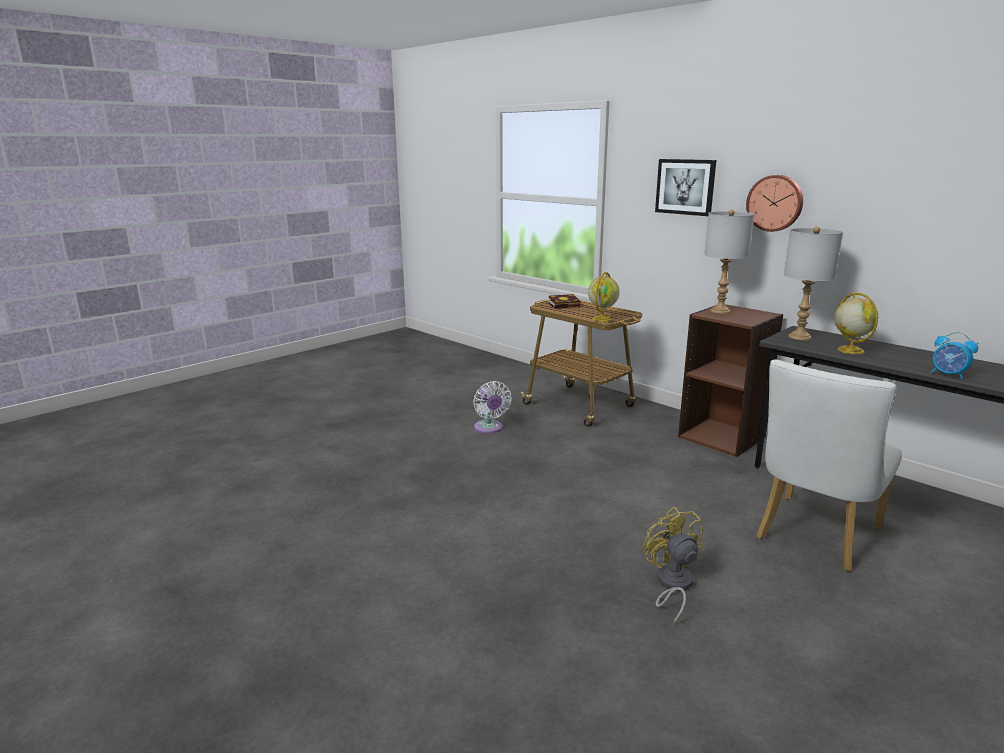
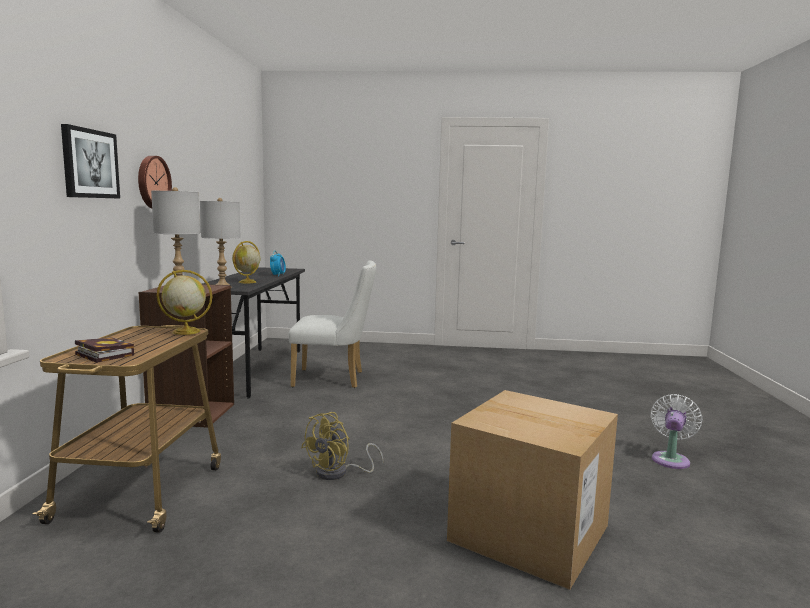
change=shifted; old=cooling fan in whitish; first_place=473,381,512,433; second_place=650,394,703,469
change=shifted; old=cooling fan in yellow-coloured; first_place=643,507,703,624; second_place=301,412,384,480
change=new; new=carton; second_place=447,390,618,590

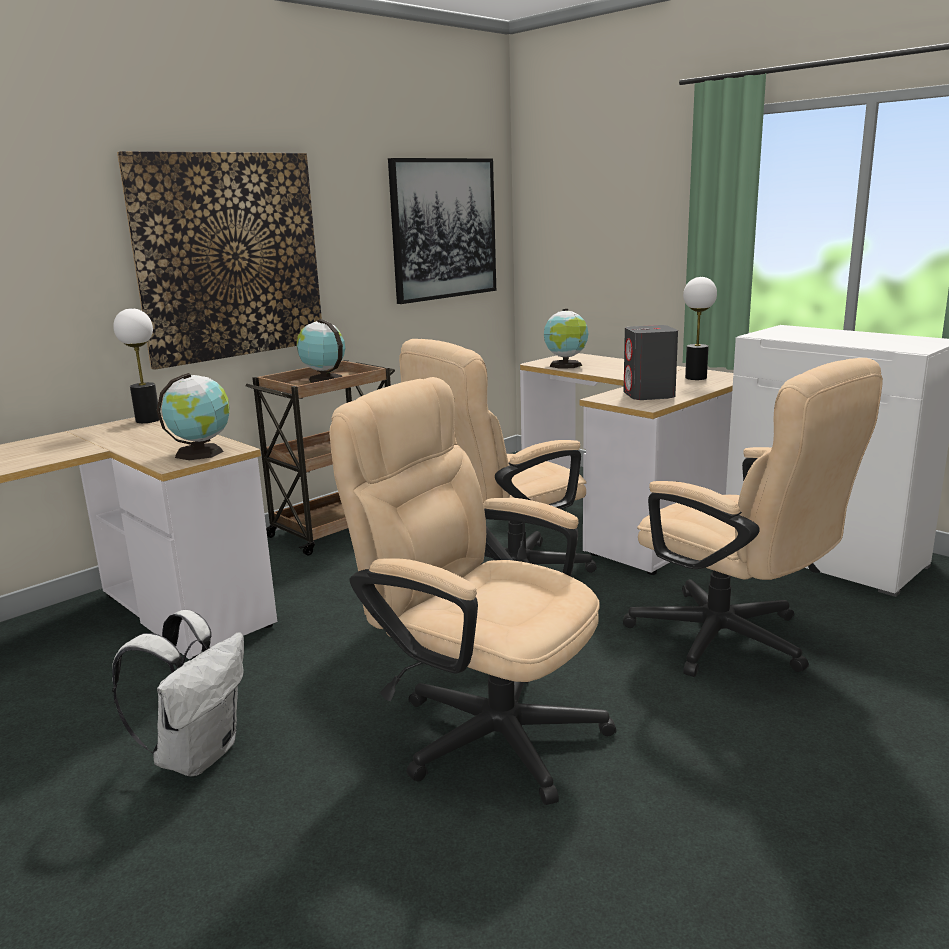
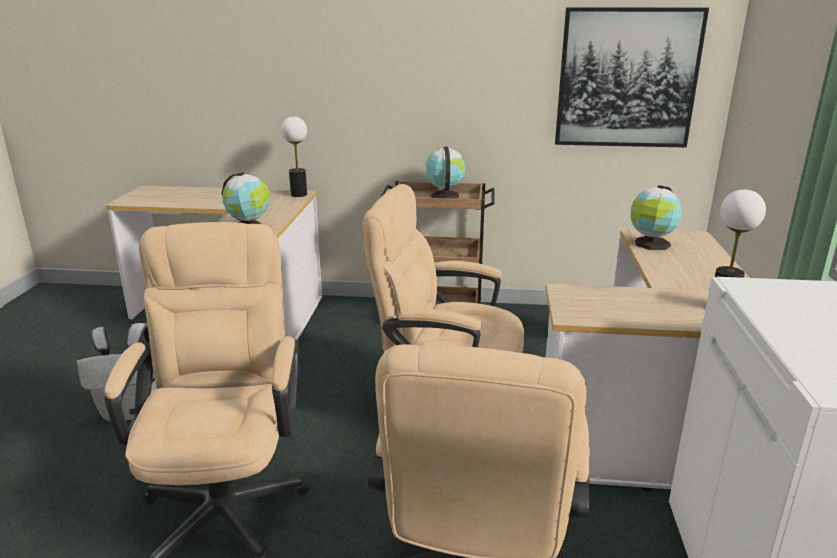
change=gone; old=wall picture; first_place=117,151,322,370
change=gone; old=speaker in grey; first_place=623,325,678,400

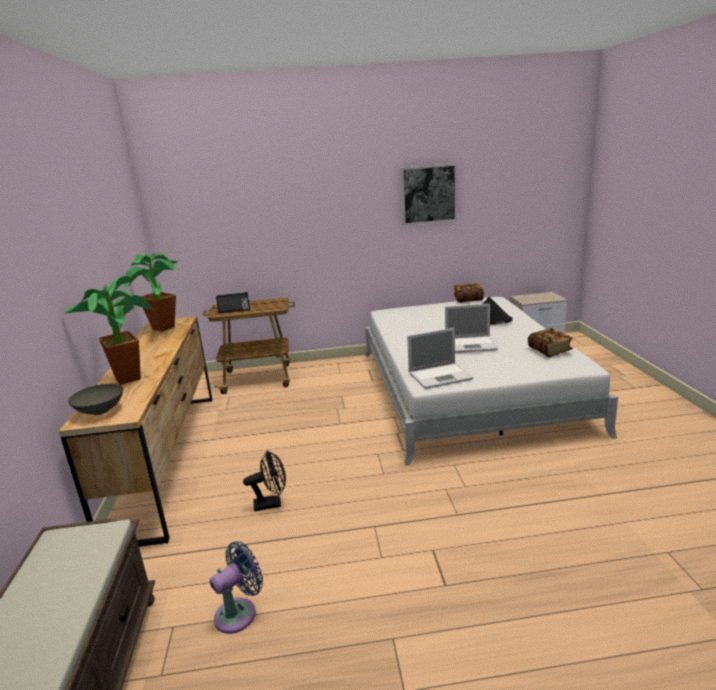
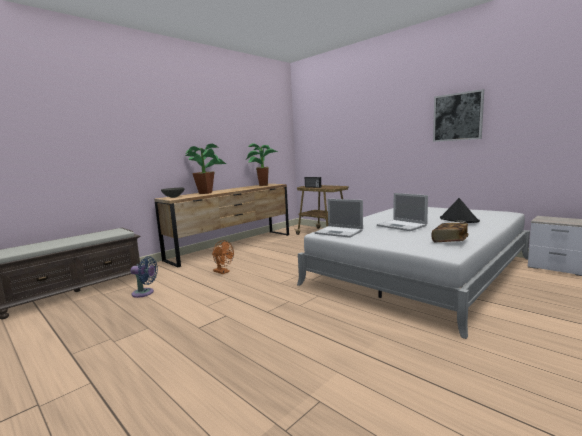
change=repainted; old=cooling fan in blackish; new=cooling fan in orange; first_place=243,451,286,511; second_place=212,240,234,274
change=gone; old=book; first_place=454,284,484,302

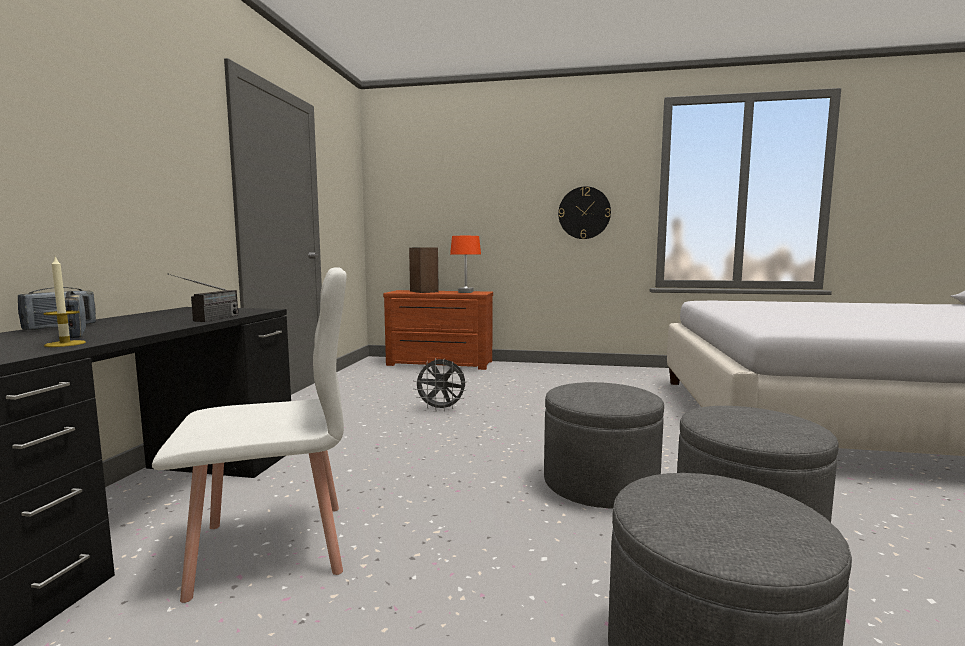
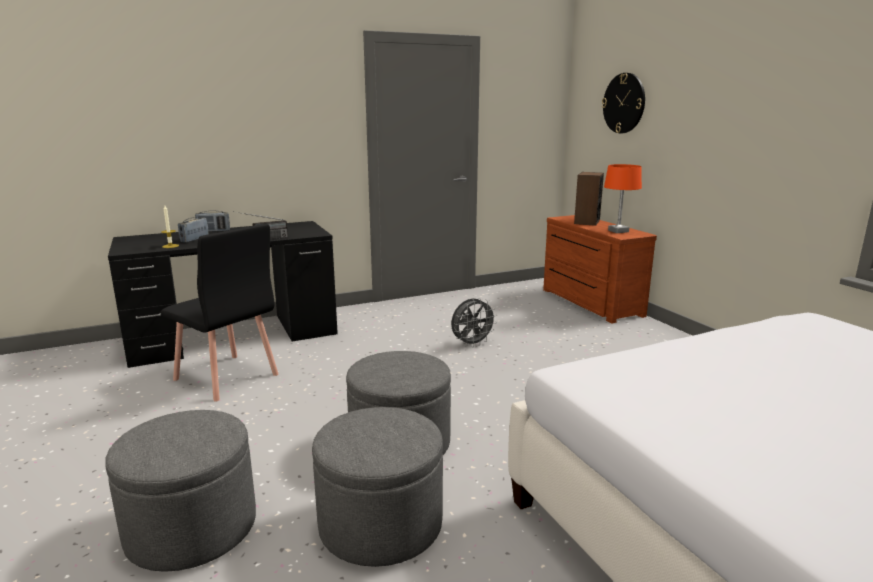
change=repainted; old=chair in whitish; new=chair in blackish; first_place=152,267,347,603; second_place=160,224,279,402
change=rotated; old=cooling fan in grey; first_place=413,358,467,412; second_place=451,298,497,347; degrees=-90
change=shifted; old=hanging clock; first_place=558,186,611,239; second_place=602,73,645,133

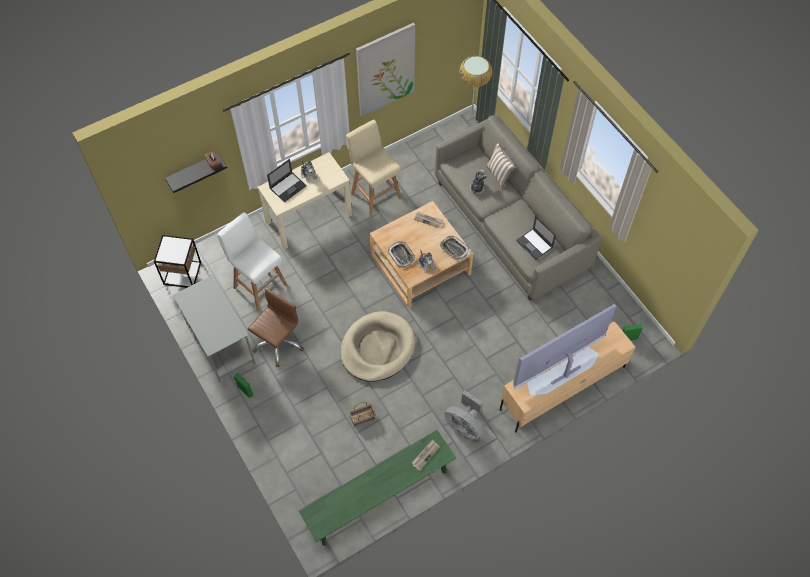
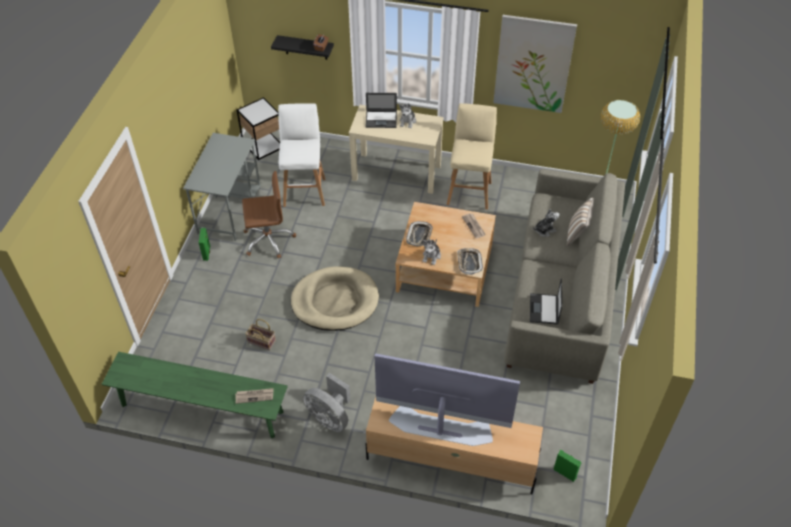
change=rotated; old=cooling fan in grey; first_place=444,391,484,442; second_place=303,373,351,432; degrees=-45

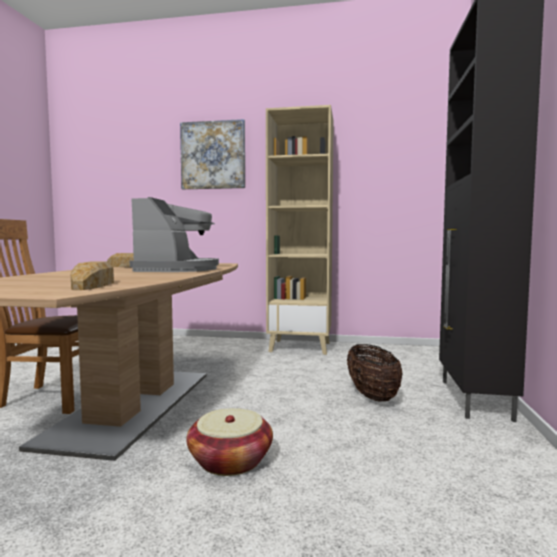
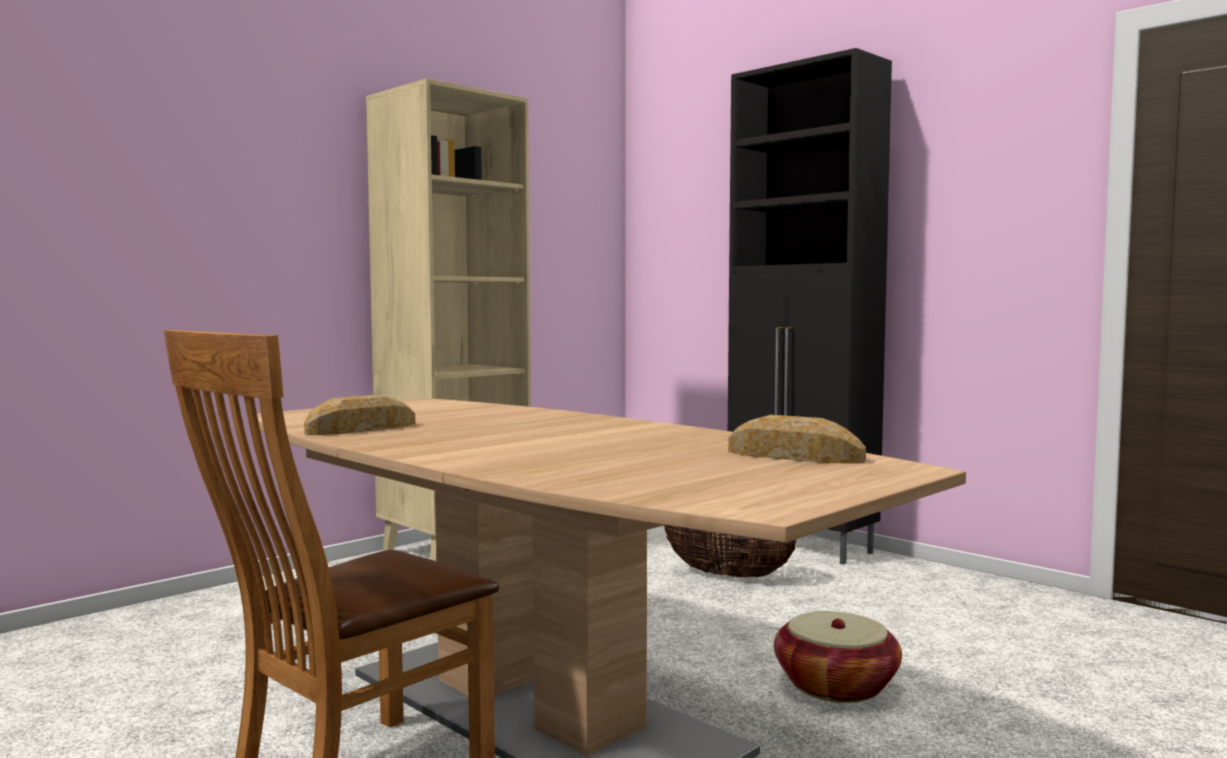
change=gone; old=coffee machine; first_place=130,197,219,272
change=gone; old=wall picture; first_place=180,119,245,189

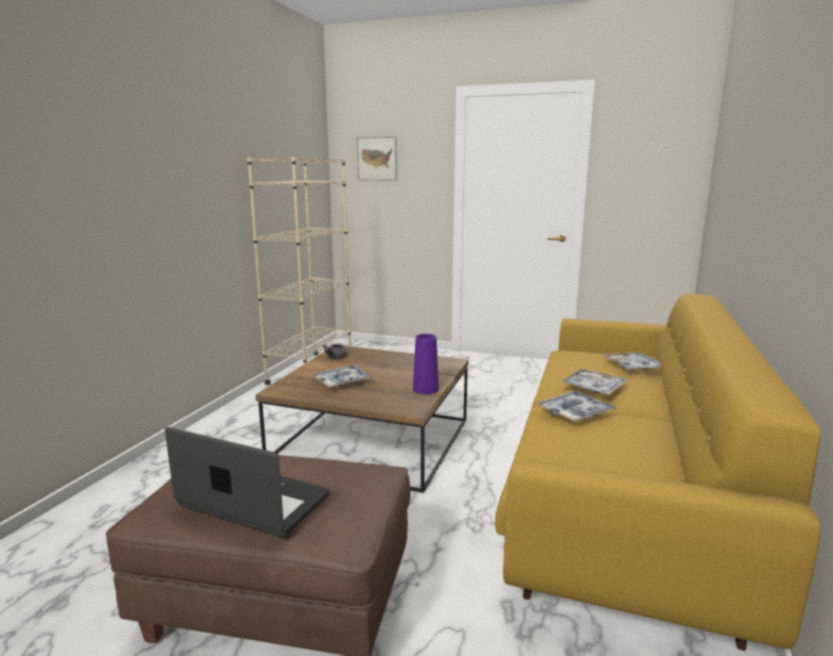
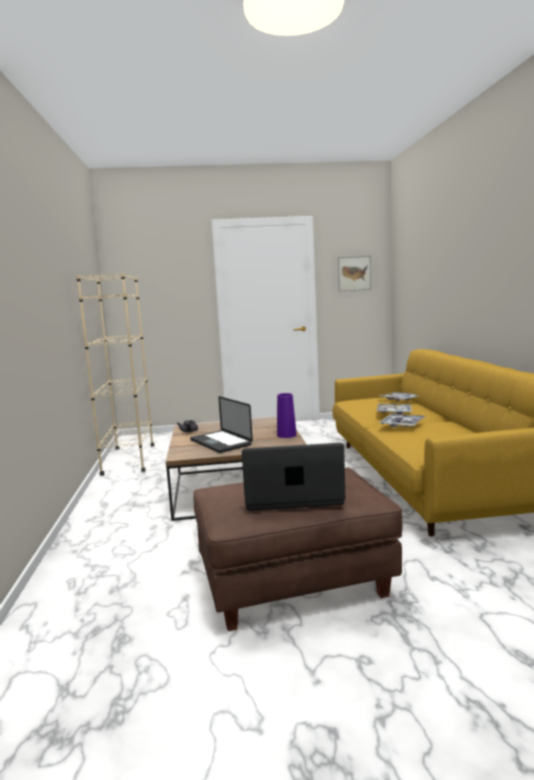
change=swapped; old=serving tray; new=laptop; first_place=311,365,373,388; second_place=190,396,253,453
change=shifted; old=wall picture; first_place=356,136,397,181; second_place=338,256,371,292

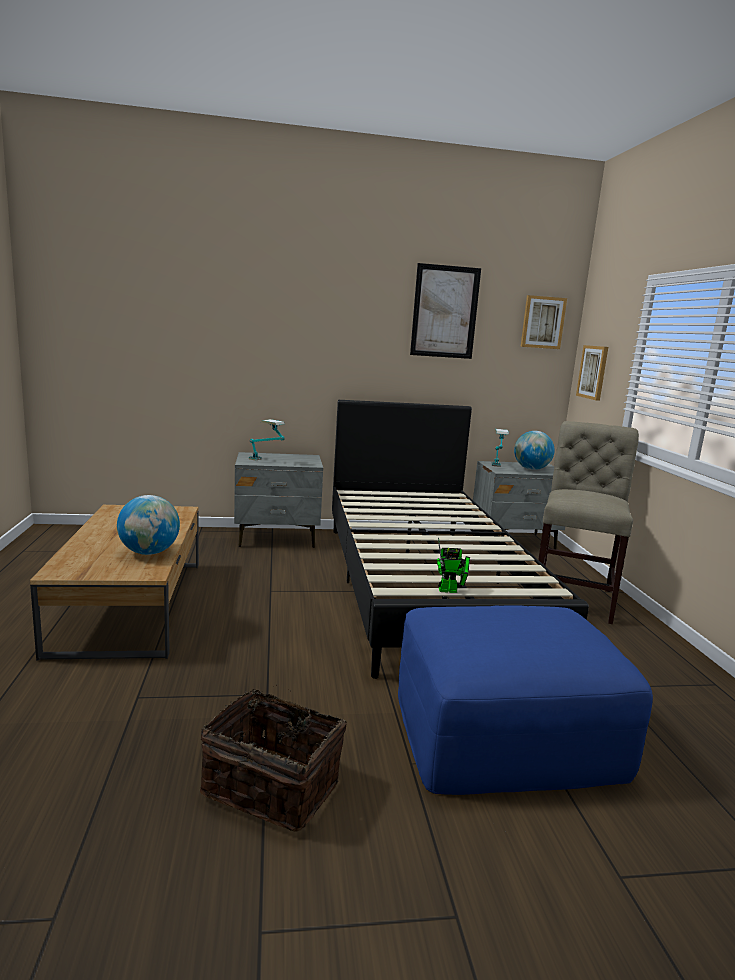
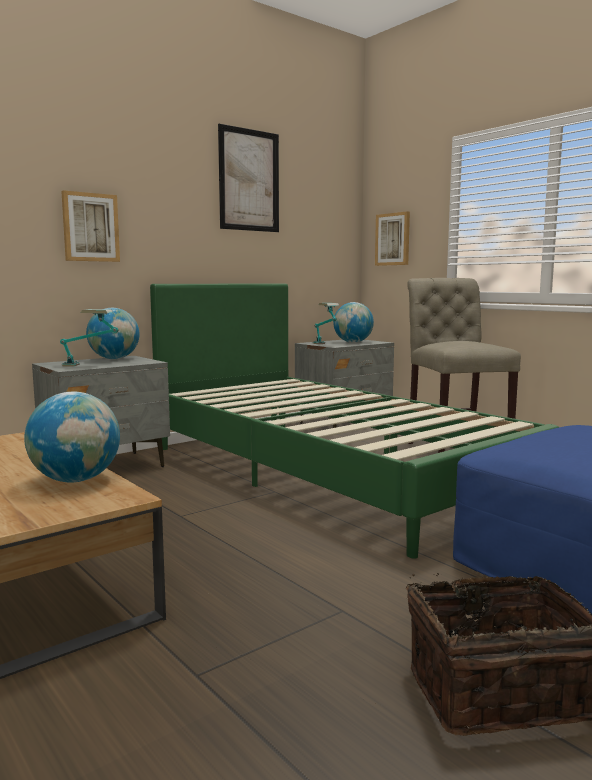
change=repainted; old=bedroom bed in blackish; new=bedroom bed in greenish; first_place=332,400,589,679; second_place=150,284,559,559
change=gone; old=toy robot; first_place=437,538,470,593
change=shifted; old=wall picture; first_place=521,295,567,349; second_place=61,190,120,262
change=new; new=desk globe; second_place=86,308,140,359

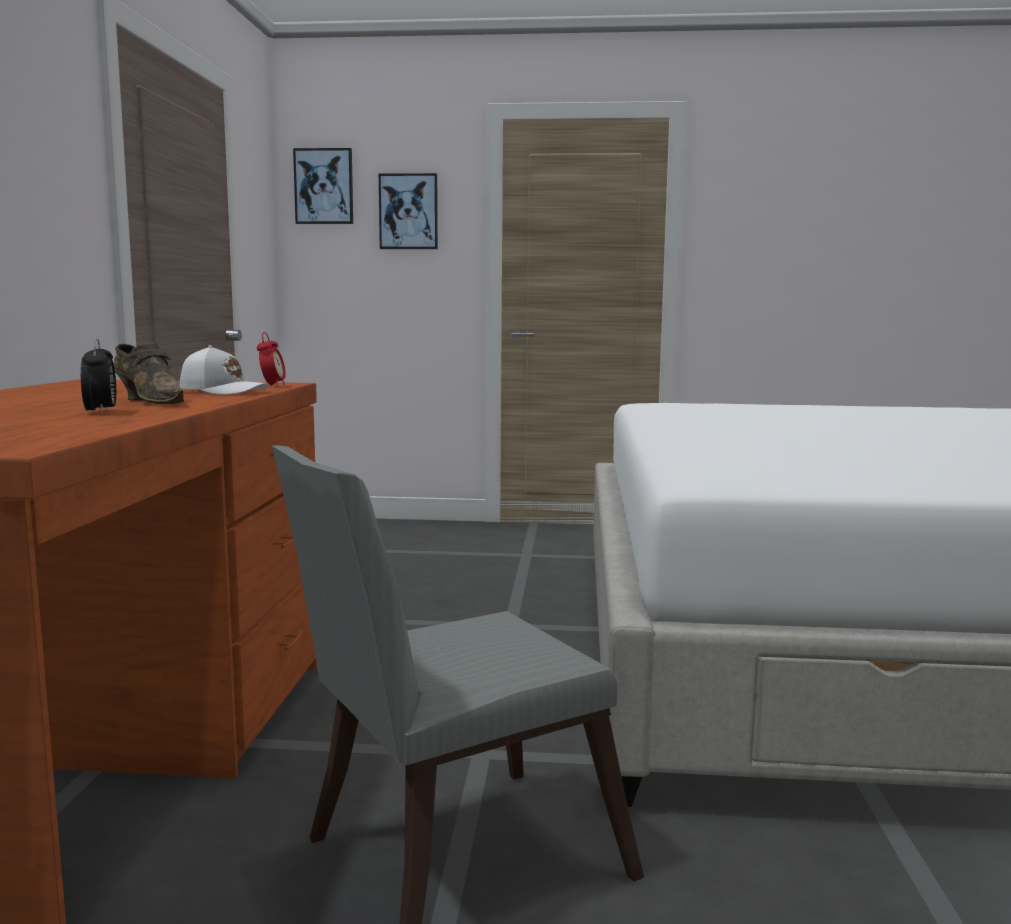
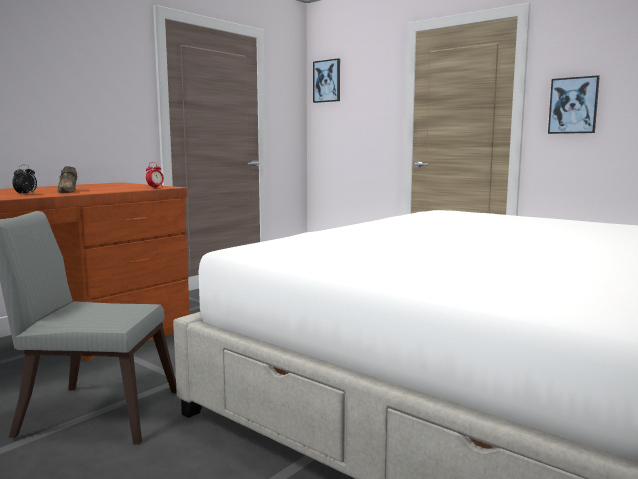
change=gone; old=peaked cap in whitish; first_place=180,345,269,395
change=shifted; old=wall picture; first_place=379,173,438,249; second_place=548,75,600,134

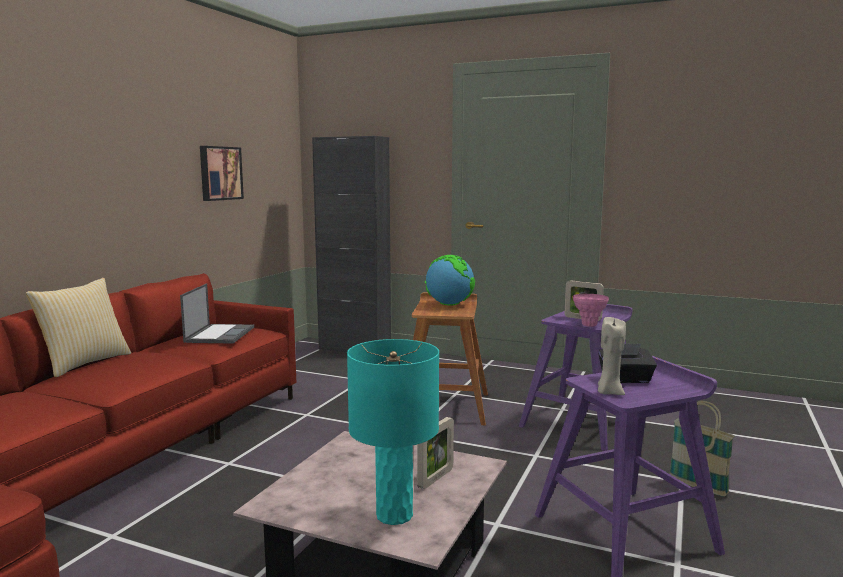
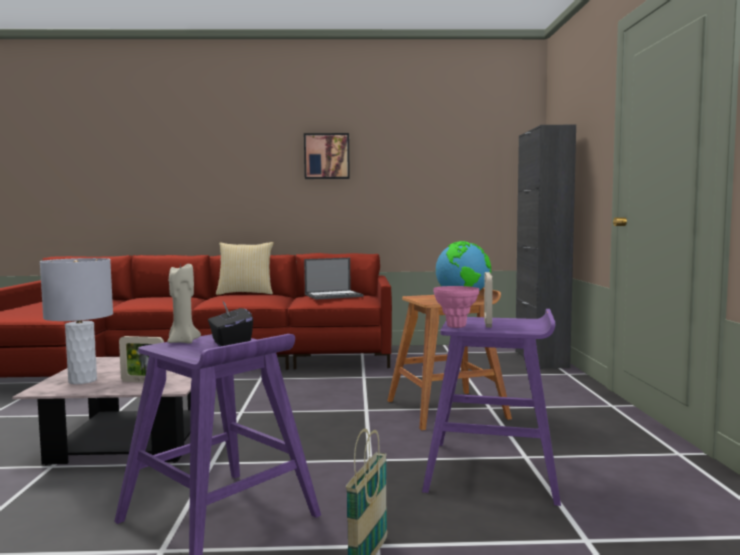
change=shifted; old=wall picture; first_place=200,146,244,201; second_place=304,133,350,179
change=repainted; old=lamp for a table in blue-green; new=lamp for a table in grey; first_place=347,339,439,525; second_place=40,258,113,384

